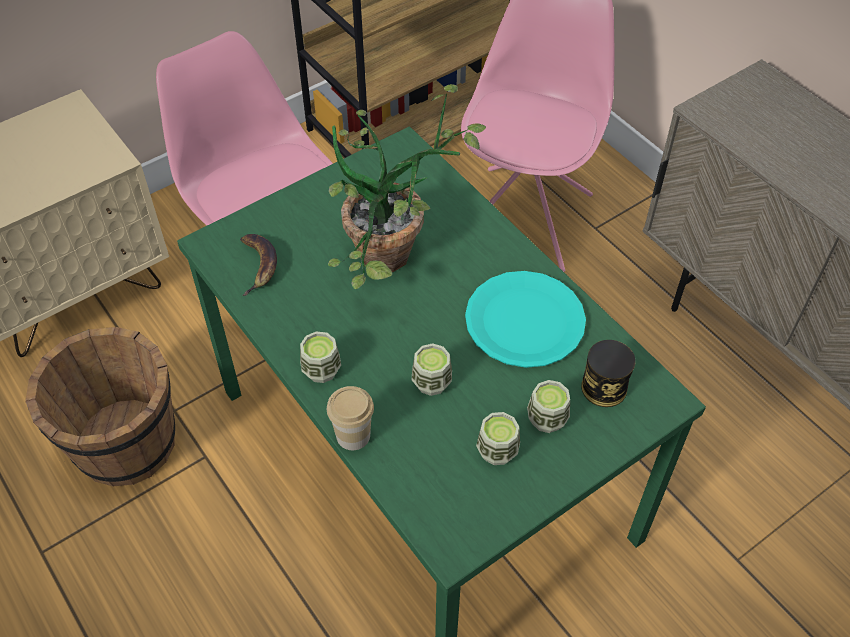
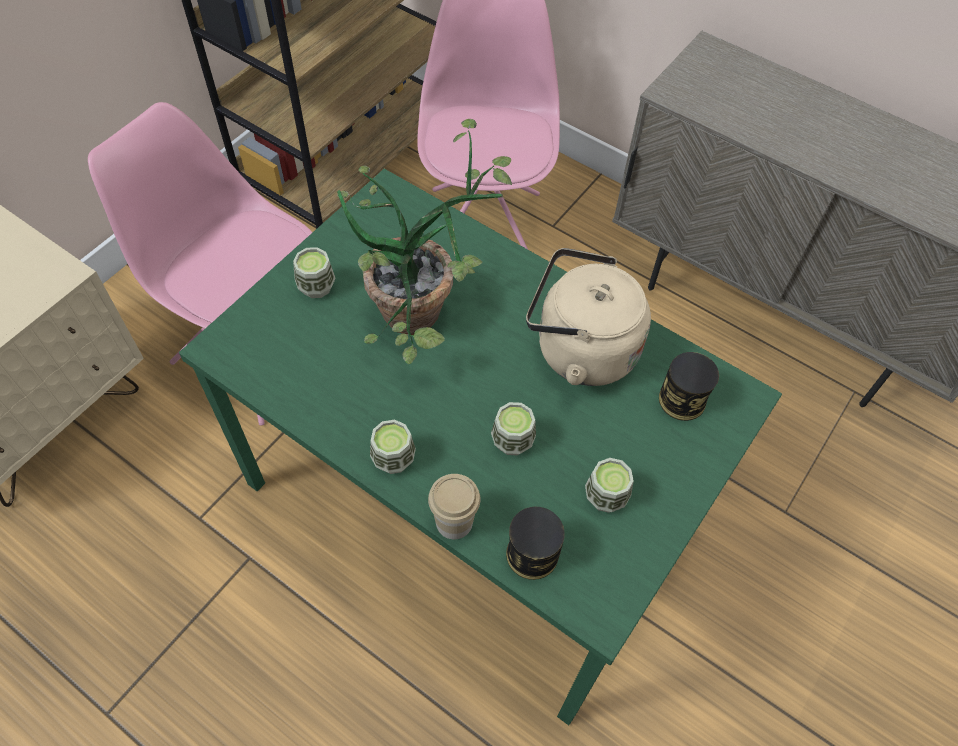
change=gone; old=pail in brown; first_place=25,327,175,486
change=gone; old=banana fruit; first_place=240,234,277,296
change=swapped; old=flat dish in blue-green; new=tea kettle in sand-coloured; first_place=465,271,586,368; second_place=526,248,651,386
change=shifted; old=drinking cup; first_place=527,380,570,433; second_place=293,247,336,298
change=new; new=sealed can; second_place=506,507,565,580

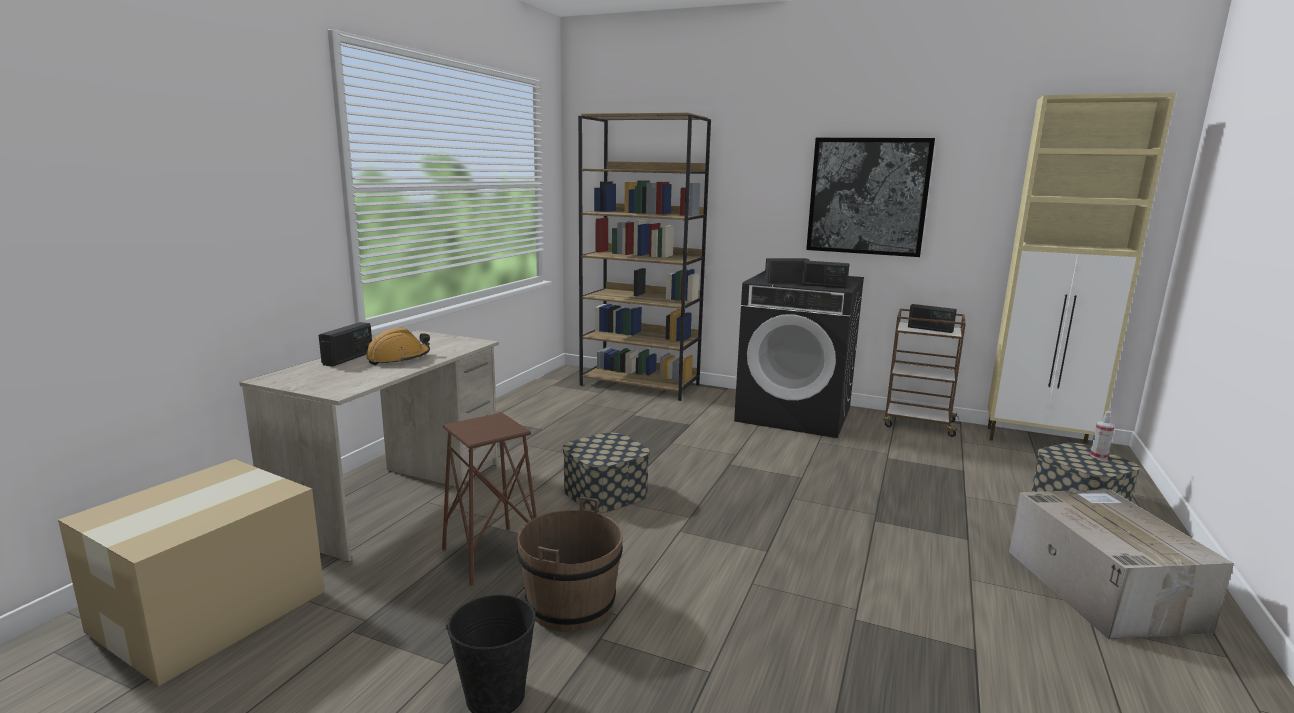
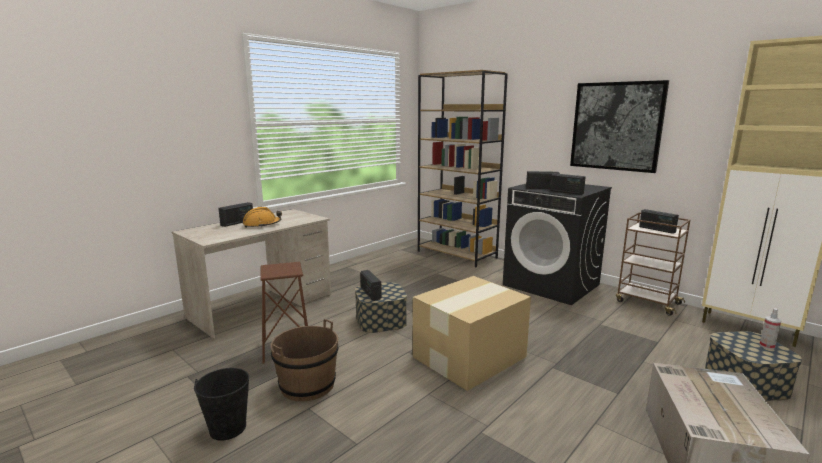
change=shifted; old=carton; first_place=58,459,324,686; second_place=413,276,531,391
change=new; new=radio; second_place=360,270,382,301

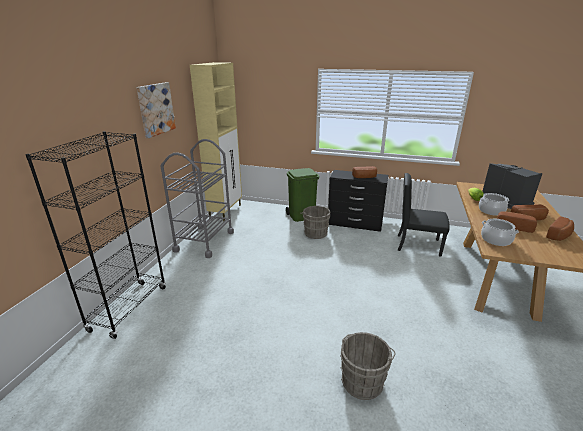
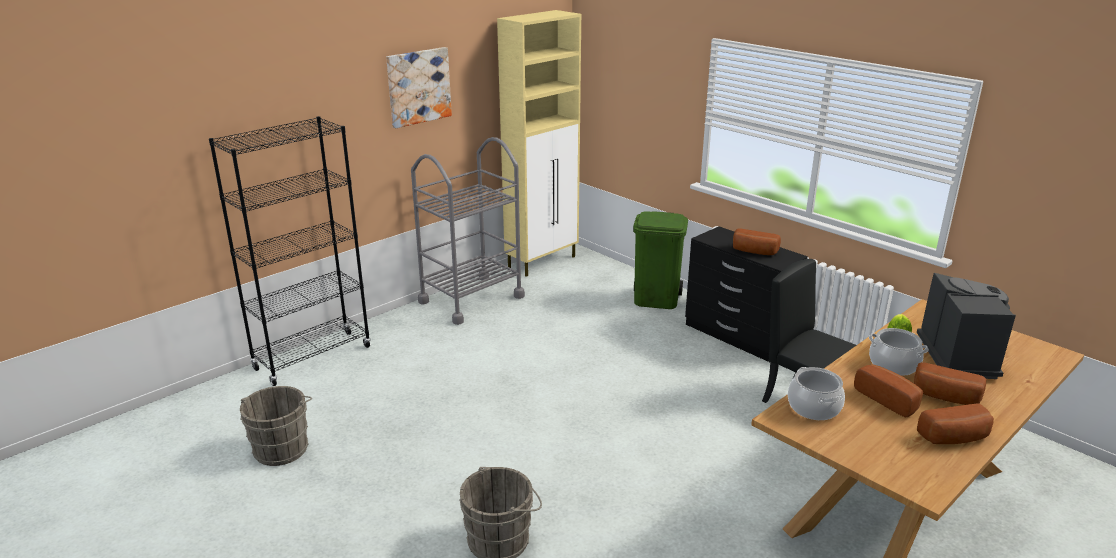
change=shifted; old=pail in grey; first_place=300,206,330,239; second_place=240,386,312,466

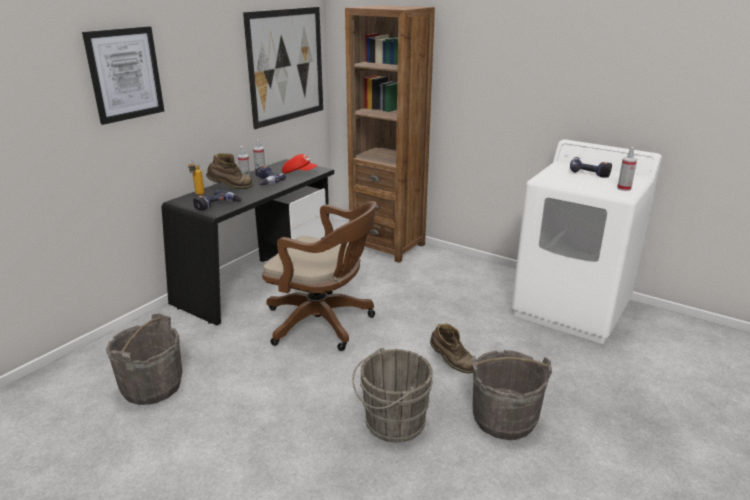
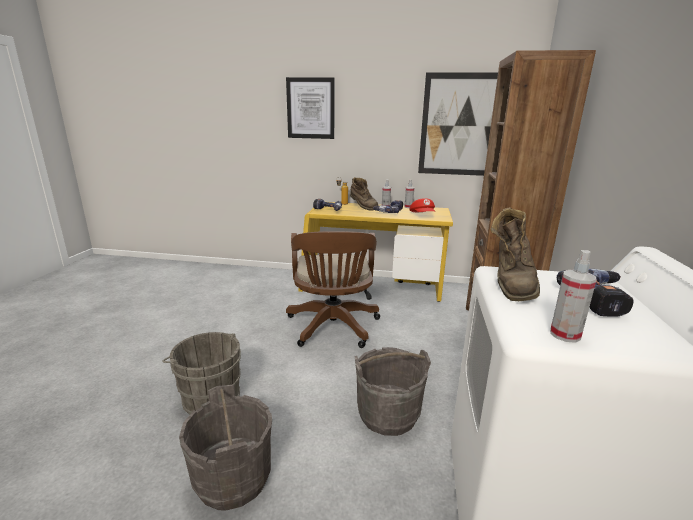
change=shifted; old=pail in grey; first_place=106,314,183,405; second_place=354,347,431,436
change=repainted; old=desk unit in blackish; new=desk unit in yellow-coloured; first_place=162,159,334,326; second_place=298,202,453,302
change=shifted; old=boot in brown; first_place=430,324,473,374; second_place=491,207,540,301

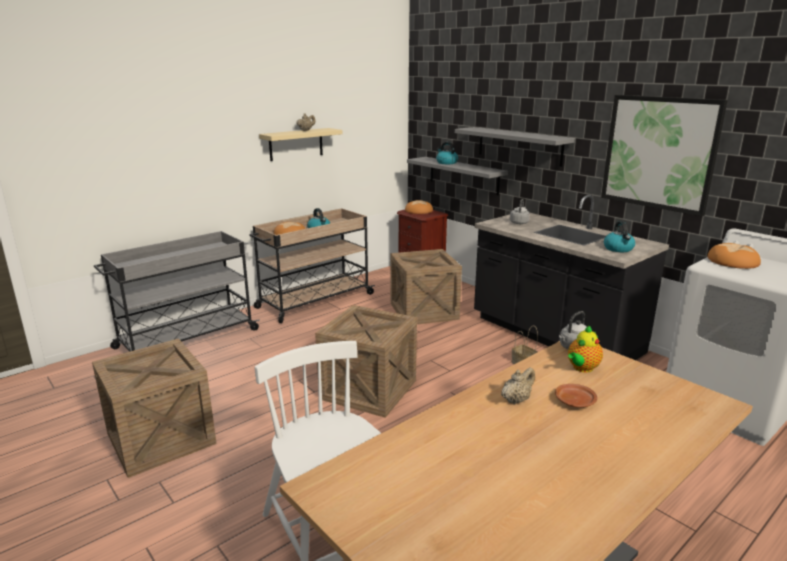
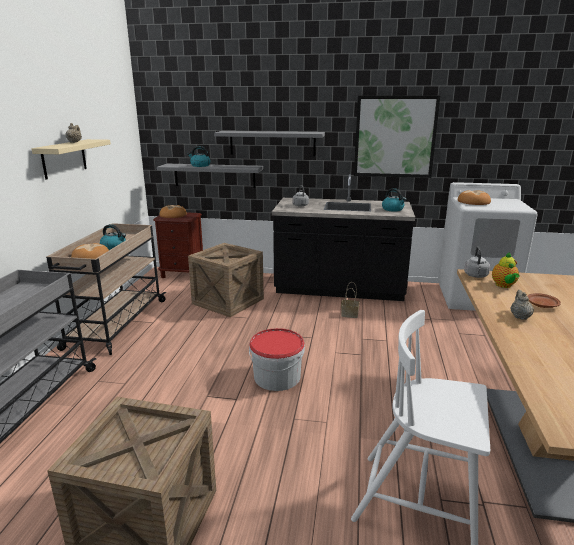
change=swapped; old=shipping crate; new=pail; first_place=315,305,417,418; second_place=249,328,305,391

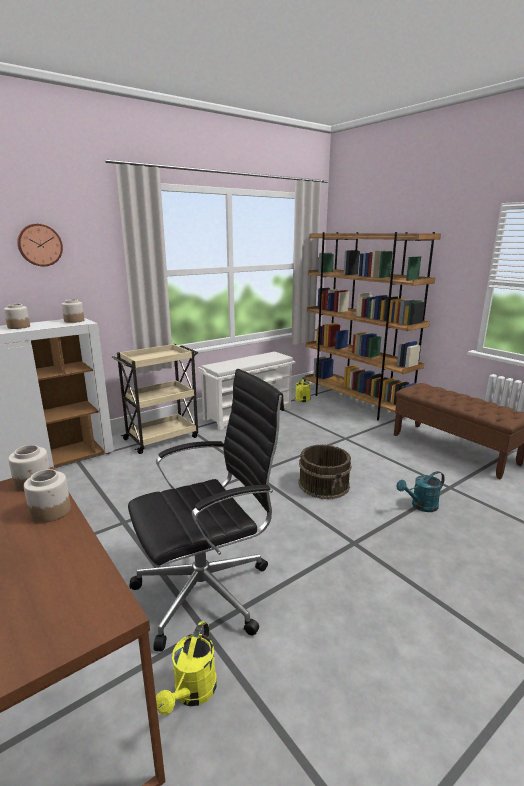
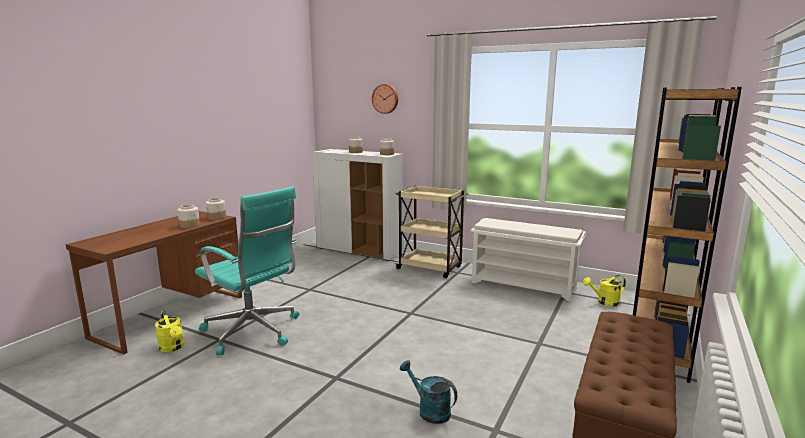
change=repainted; old=office chair in blackish; new=office chair in blue-green; first_place=128,369,284,652; second_place=195,186,299,355
change=rotated; old=watering pot in yellow-coloured; first_place=156,621,217,715; second_place=155,311,185,352; degrees=-120
change=gone; old=pail in brown; first_place=298,444,352,499

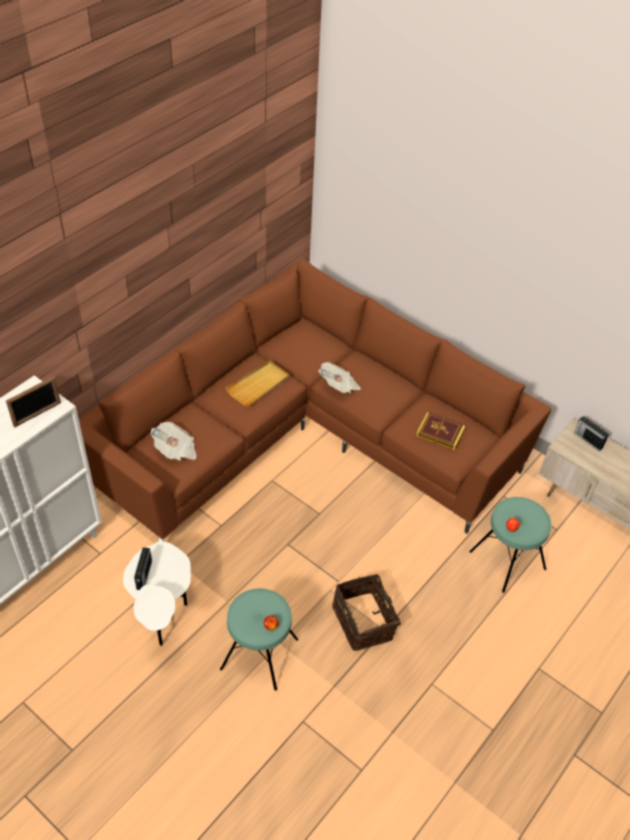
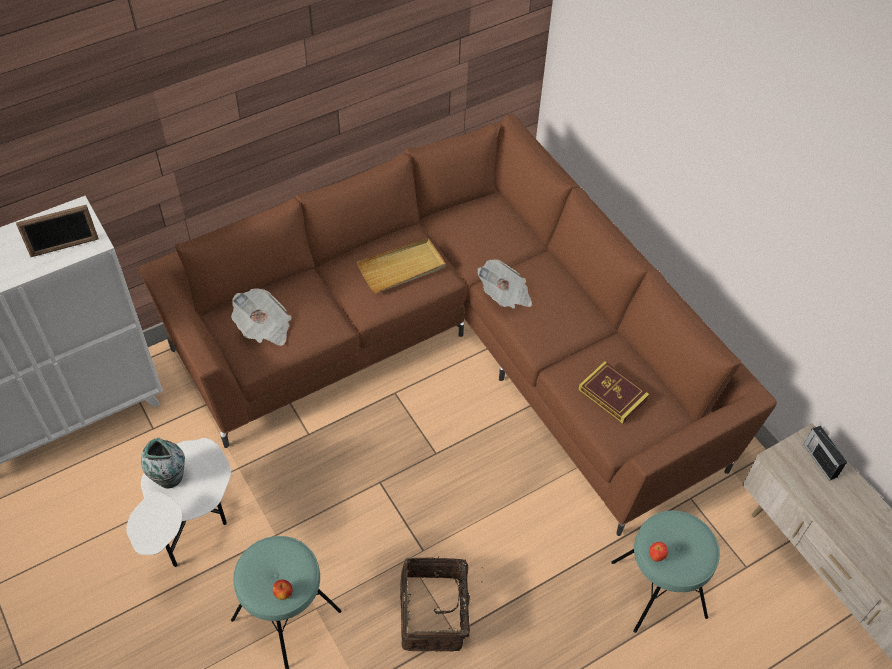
change=swapped; old=radio; new=decorative vase; first_place=134,547,152,590; second_place=141,438,185,488

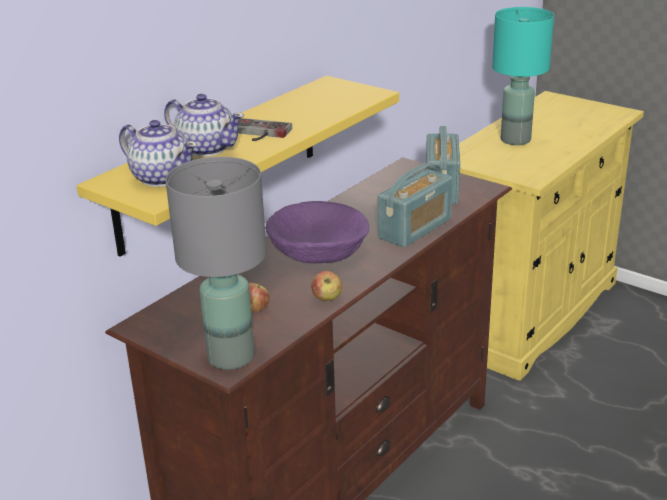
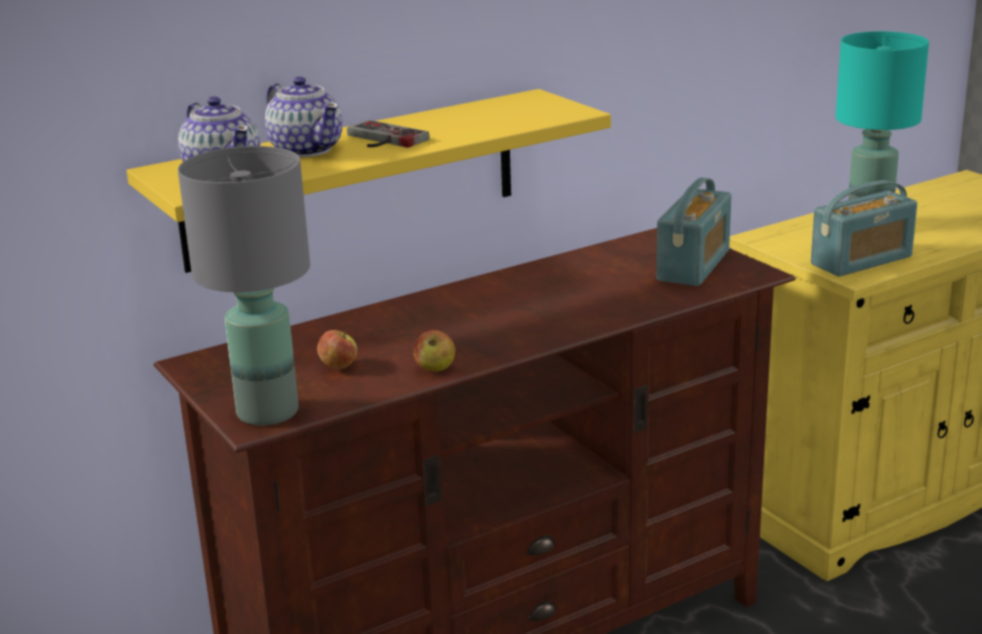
change=gone; old=serving bowl in purple; first_place=265,201,369,264
change=shifted; old=radio; first_place=378,163,452,247; second_place=811,180,917,277

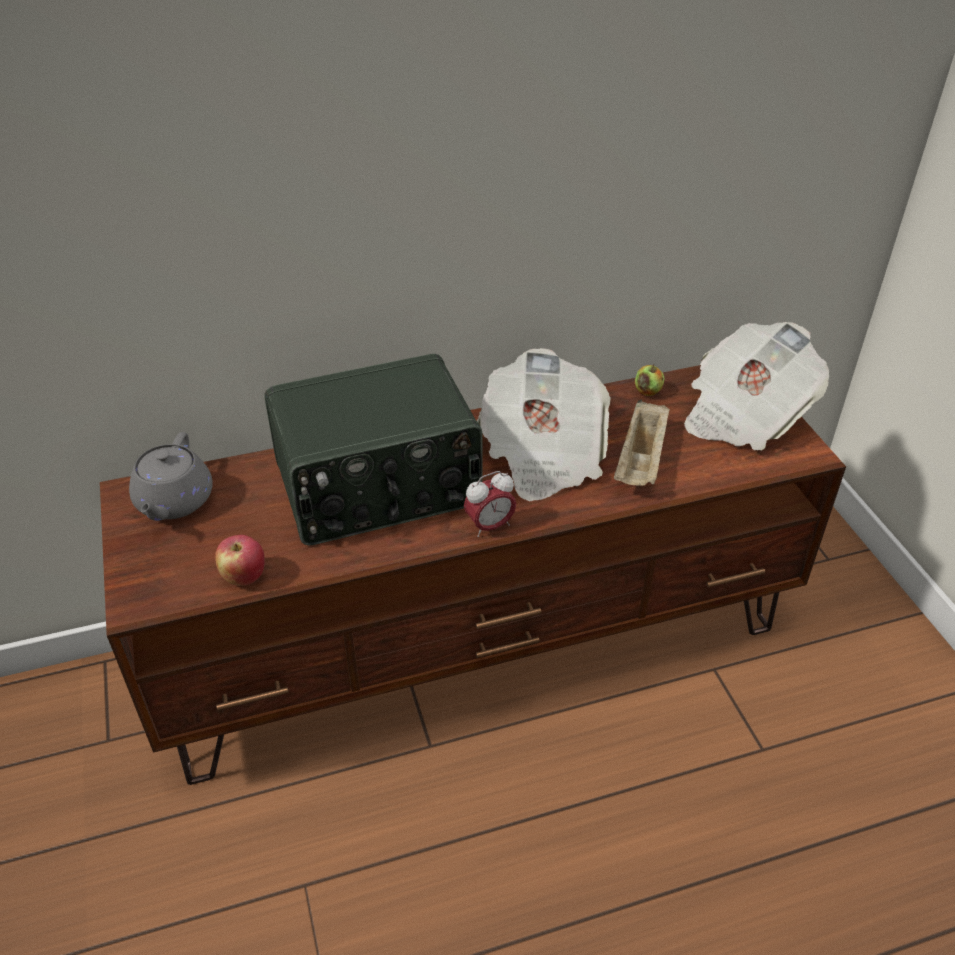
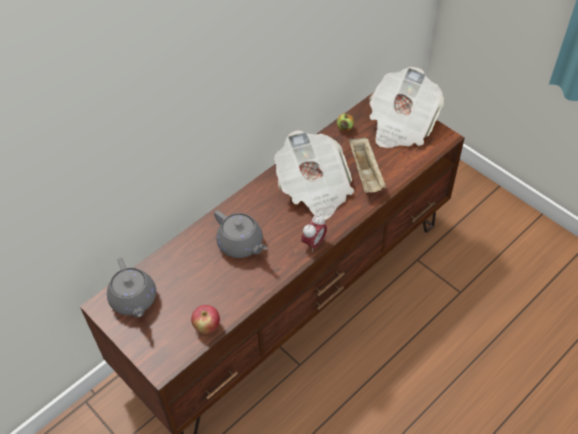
change=swapped; old=radio; new=teapot in grey; first_place=265,354,483,546; second_place=214,210,267,258

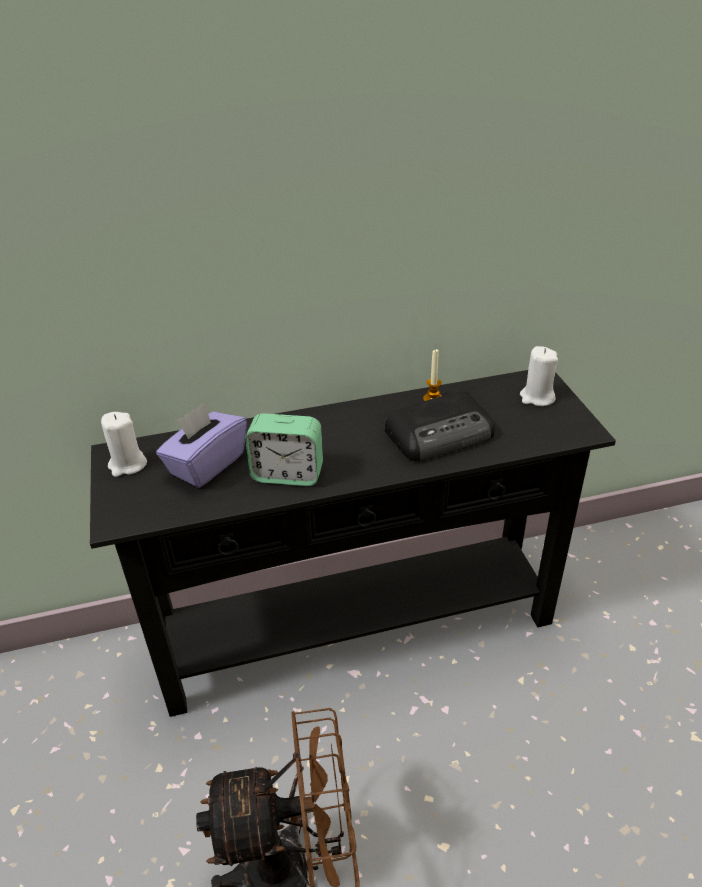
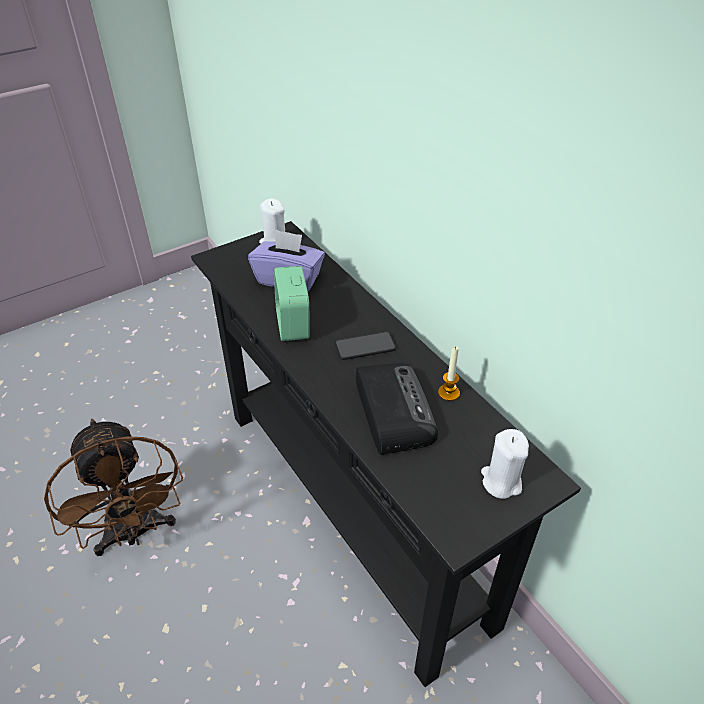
change=rotated; old=radio; first_place=385,391,495,461; second_place=356,363,438,455; degrees=-150
change=new; new=telephone; second_place=335,332,396,360

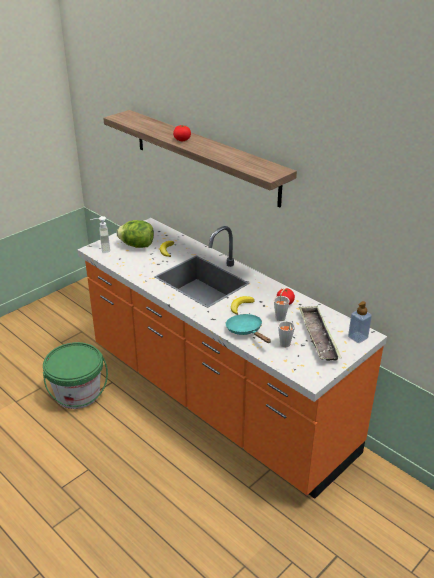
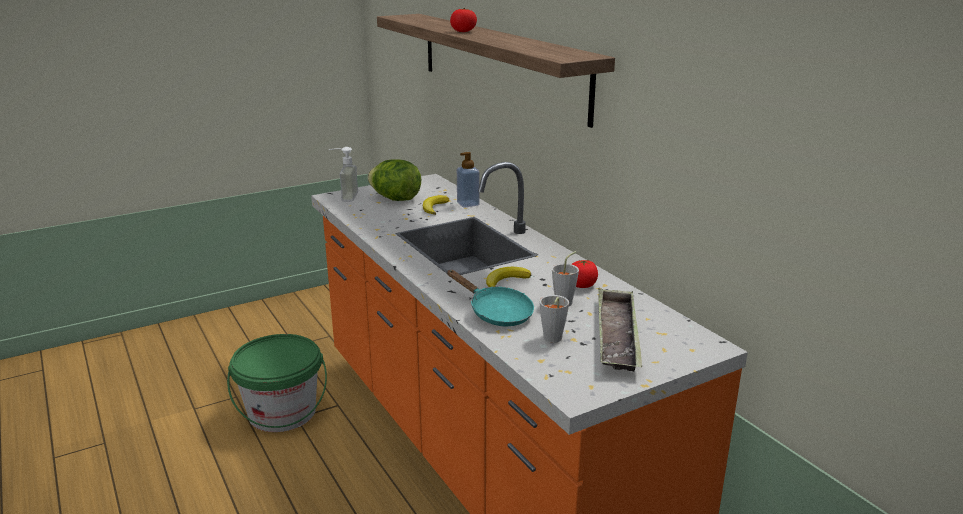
change=rotated; old=skillet in blue-green; first_place=226,314,271,343; second_place=447,270,534,326; degrees=150
change=shifted; old=liquid soap bottle; first_place=348,301,372,343; second_place=457,152,480,207

